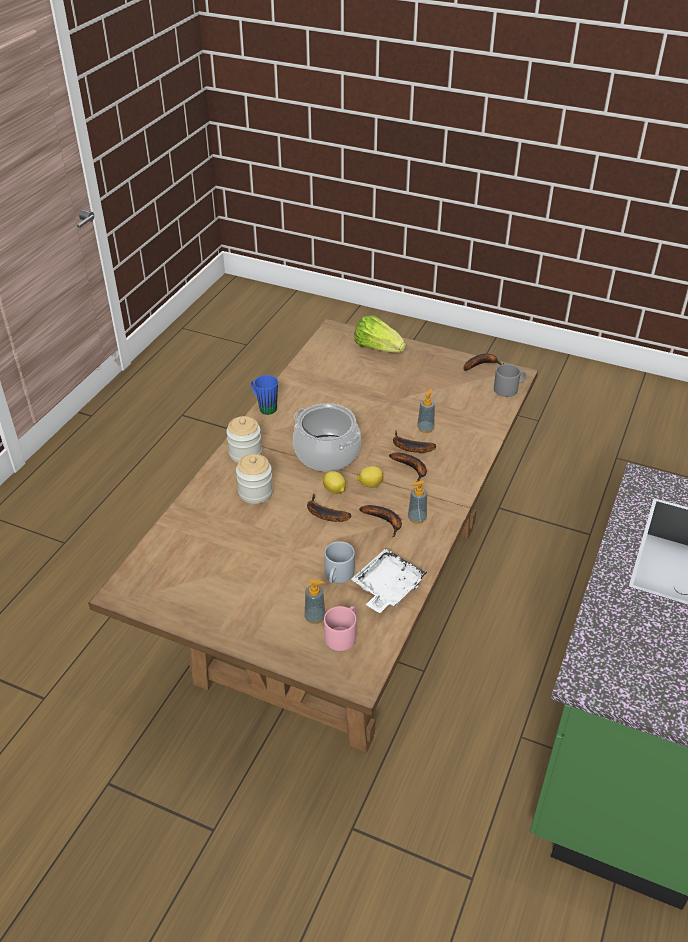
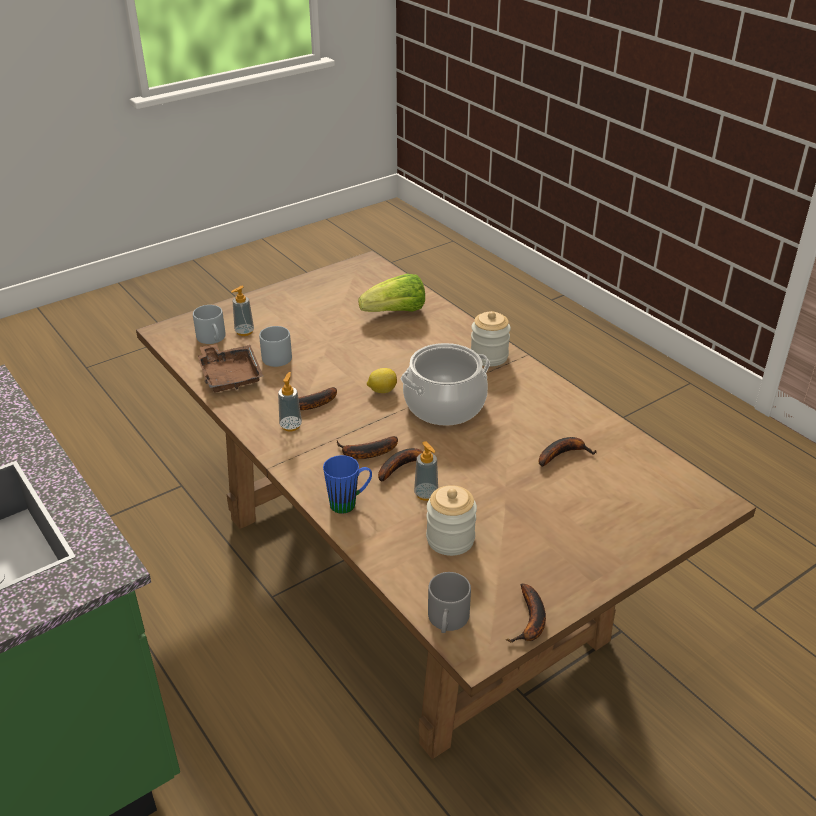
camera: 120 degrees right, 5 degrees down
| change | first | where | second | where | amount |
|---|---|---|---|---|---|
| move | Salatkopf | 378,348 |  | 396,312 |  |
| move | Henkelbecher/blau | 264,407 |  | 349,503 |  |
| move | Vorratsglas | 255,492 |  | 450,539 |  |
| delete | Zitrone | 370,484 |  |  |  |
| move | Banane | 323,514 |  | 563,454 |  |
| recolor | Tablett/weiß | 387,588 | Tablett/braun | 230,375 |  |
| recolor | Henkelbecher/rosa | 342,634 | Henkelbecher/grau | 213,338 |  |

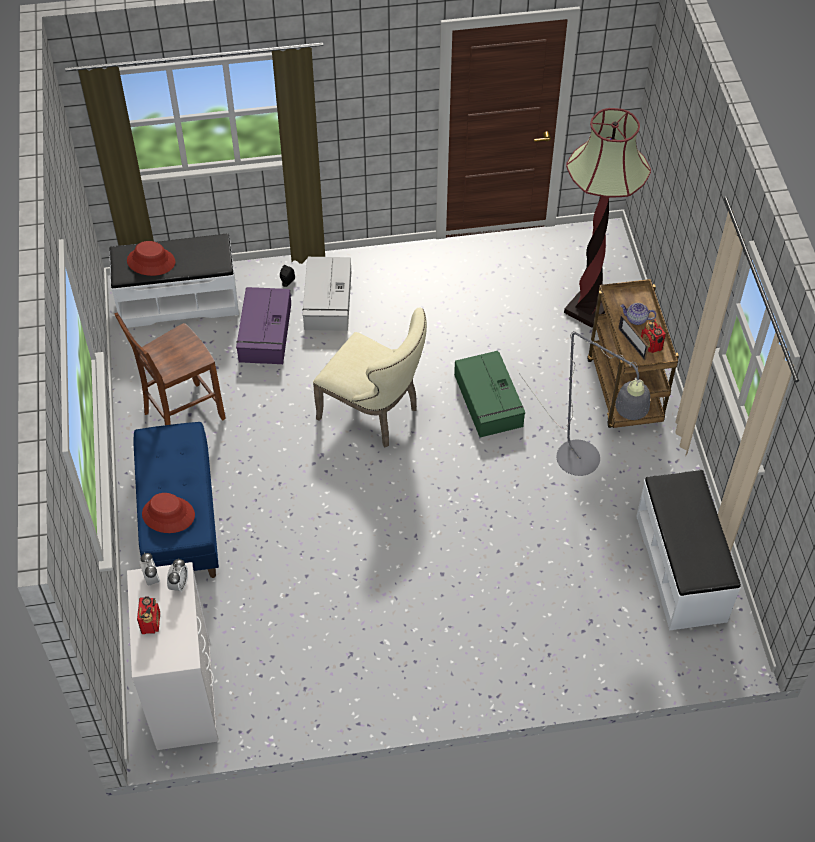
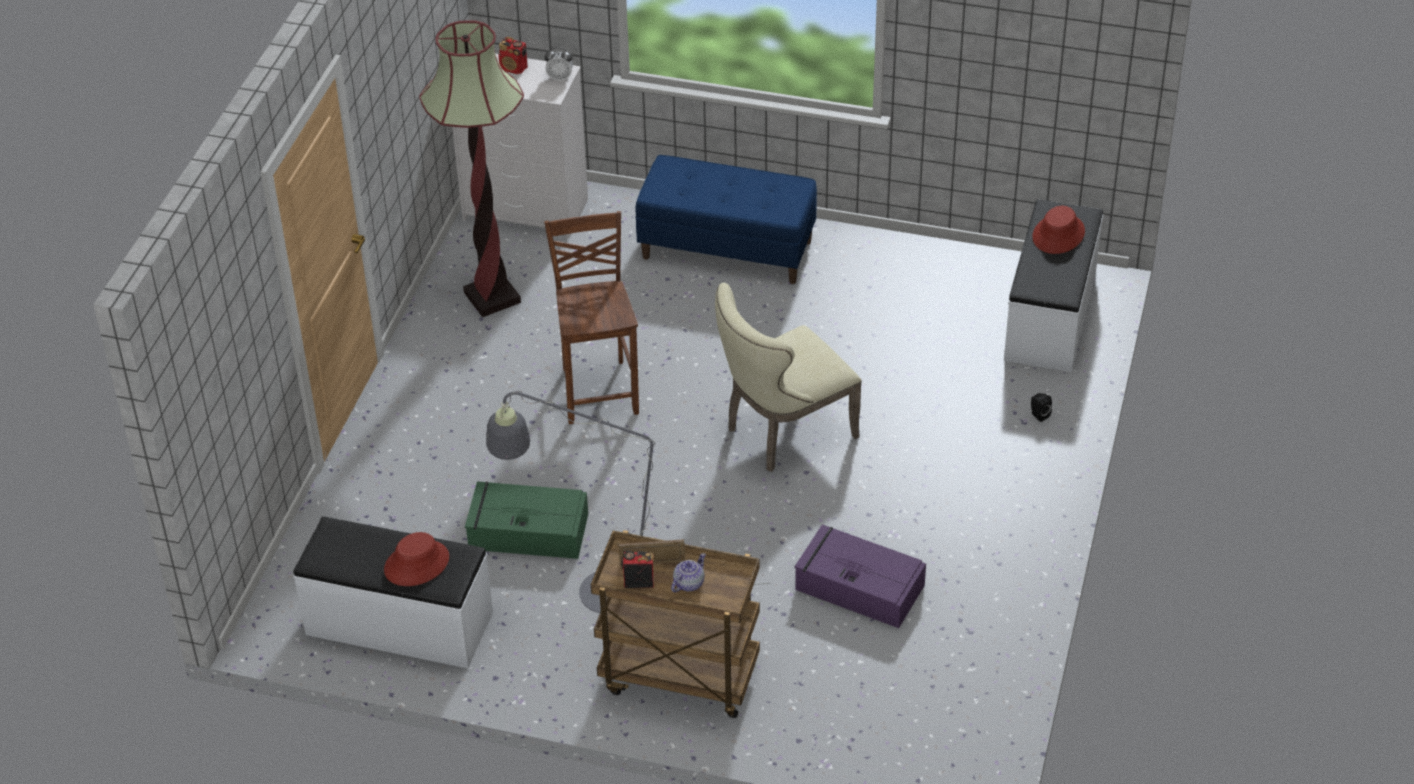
camera: 115 degrees right, 10 degrees down
| change | first | where | second | where | amount |
|---|---|---|---|---|---|
| move | Stehlampe | 586,310 |  | 492,297 |  |
| delete | Aufbewahrungsbox/grau | 328,301 |  |  |  |
| move | Aufbewahrungsbox/lila | 265,333 |  | 858,586 |  |
| move | Stuhl/braun | 181,415 |  | 599,390 |  |
| move | Aufbewahrungsbox/grün | 488,401 |  | 526,531 |  |
| move | Hut/rot | 168,515 |  | 416,564 |  |
| delete | Wecker | 179,584 |  |  |  |

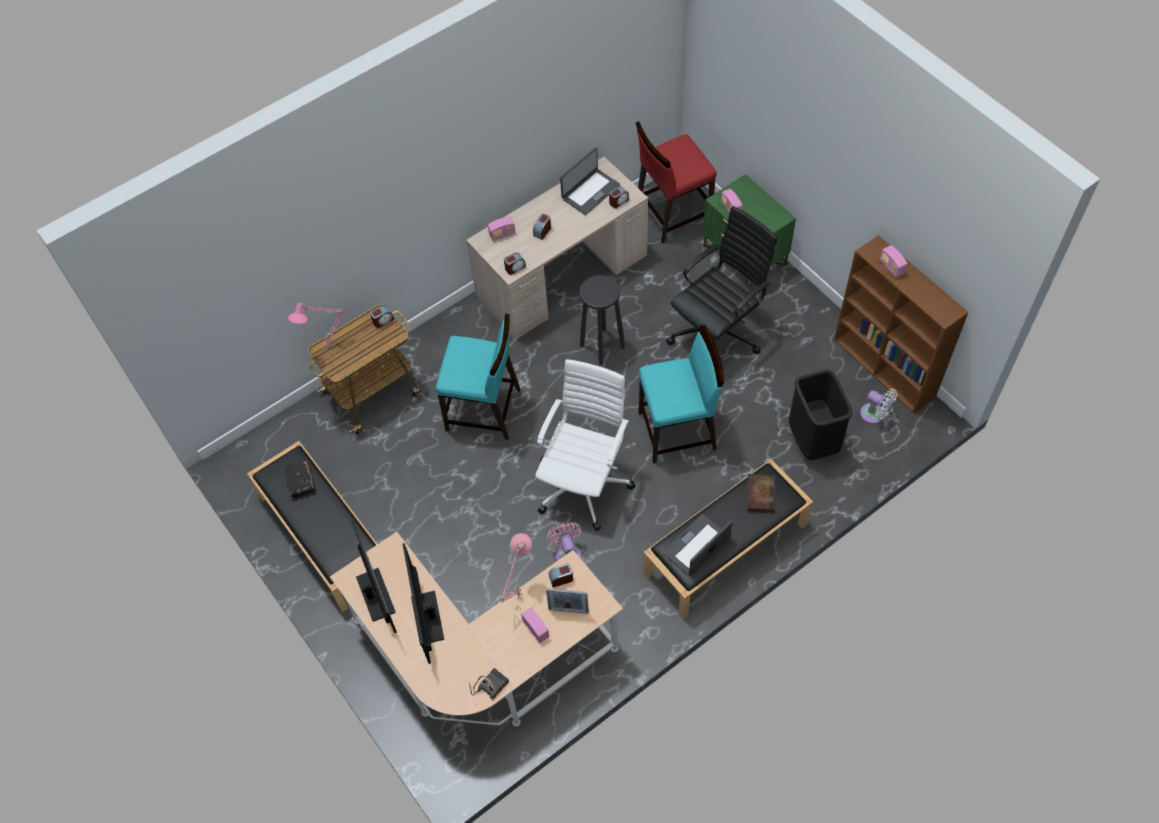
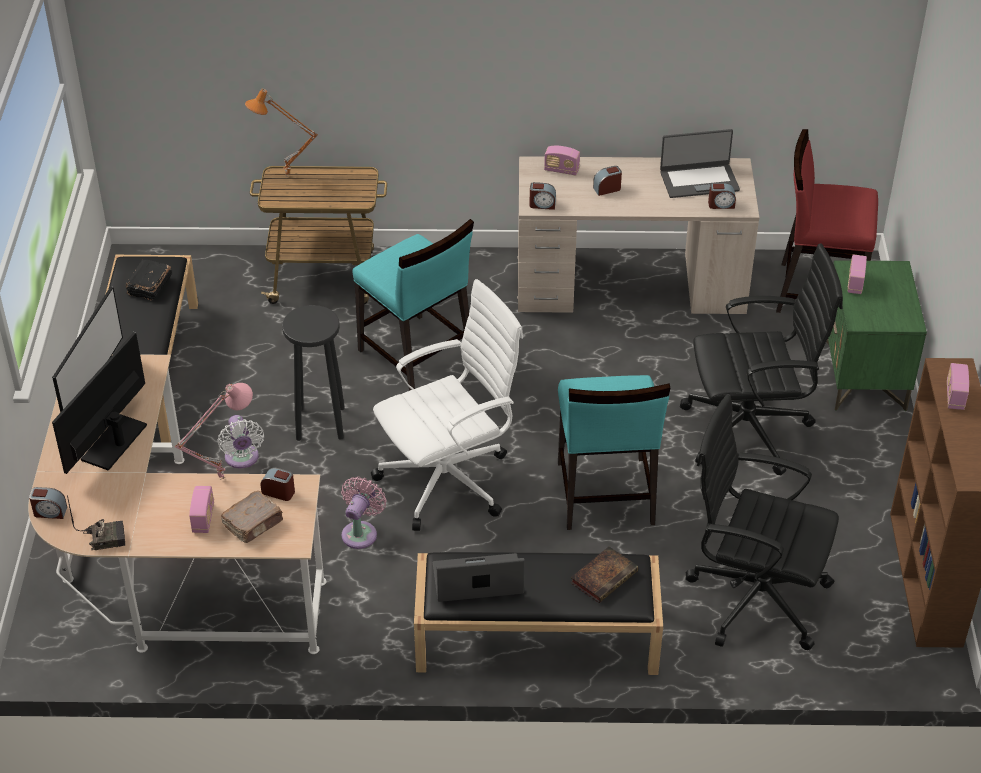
camera: 35 degrees right, 15 degrees down
| change | first | where | second | where | amount |
|---|---|---|---|---|---|
| move | Hocker/schwarz | 601,346 |  | 319,423 |  |
| recolor | Tischlampe/rosa | 329,348 | Tischlampe/orange | 287,177 |  |
| move | Wecker | 383,321 |  | 50,512 |  |
| rotate | Stuhl/türkis | 678,431 |  | 604,494 | 60 degrees clockwise |
| replace | Mülleimer/schwarz | 811,441 | Bürostuhl/schwarz | 753,597 |  |
| move | Ventilator/weiß | 875,415 |  | 242,459 |  |
| replace | Bilderrahmen | 568,610 | Buch/braun | 254,523 |  |

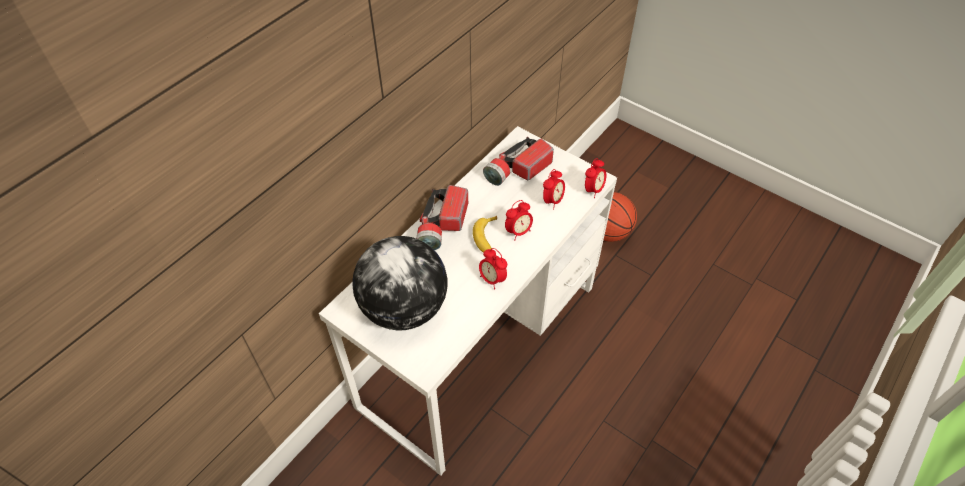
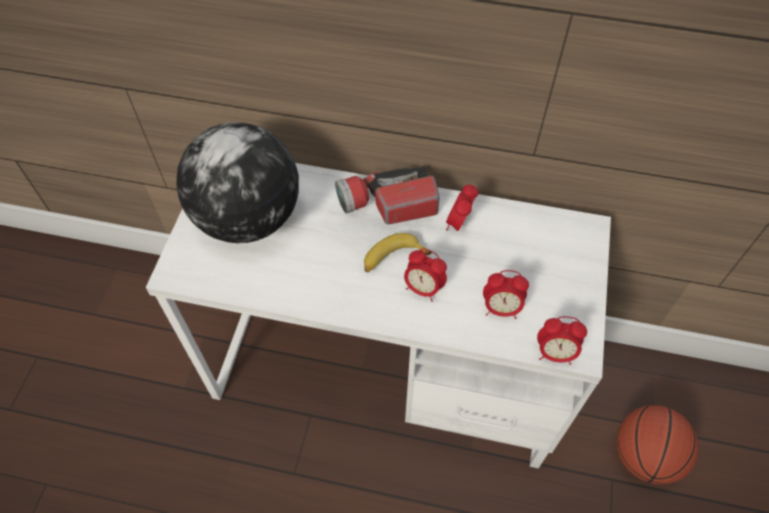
camera: 65 degrees right, 5 degrees up
| change | first | where | second | where | amount |
|---|---|---|---|---|---|
| delete | Taschenlampe | 518,170 |  |  |  |
| move | Wecker | 492,279 |  | 459,223 |  |

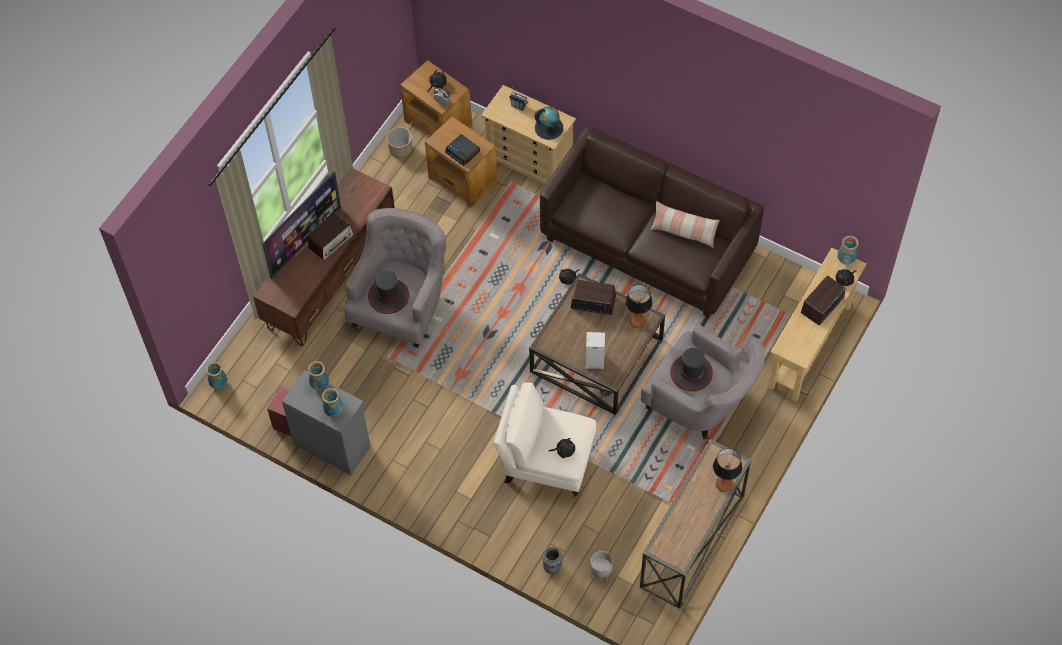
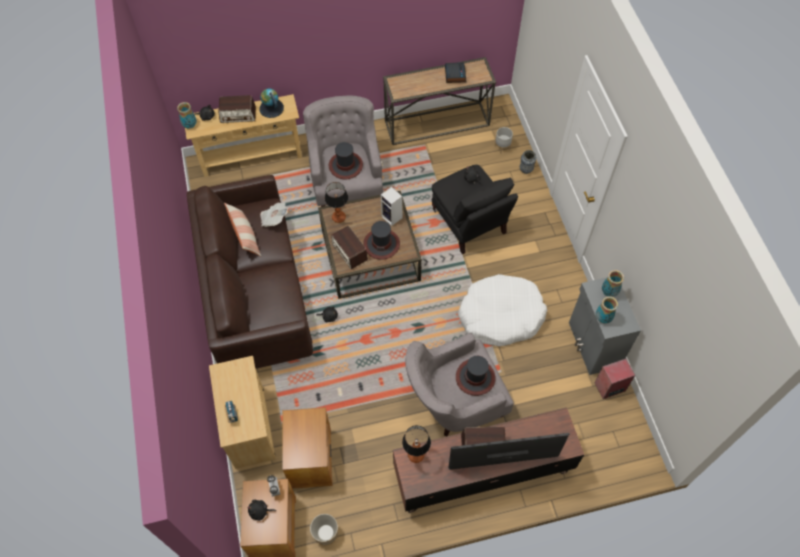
camera: 135 degrees left, 0 degrees up
| change | first | where | second | where | amount |
|---|---|---|---|---|---|
| move | Globus | 549,127 |  | 271,108 |  |
| move | Wecker | 463,152 |  | 455,75 |  |
| delete | Vase | 218,384 |  |  |  |
| recolor | Sessel/beige | 546,462 | Sessel/schwarz | 469,223 |  |
| move | Tischlampe | 723,484 |  | 416,455 |  |
| insert |  |  | Zeitung | 274,219 |  |
| insert |  |  | Hut | 381,244 |  |
| insert |  |  | Hundebett/weiß | 500,316 |  |

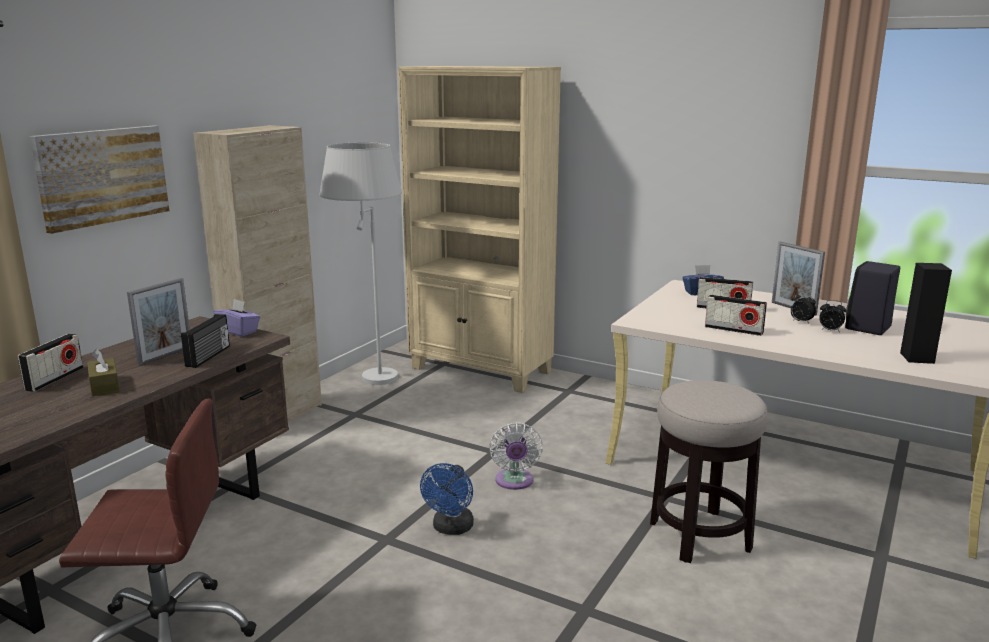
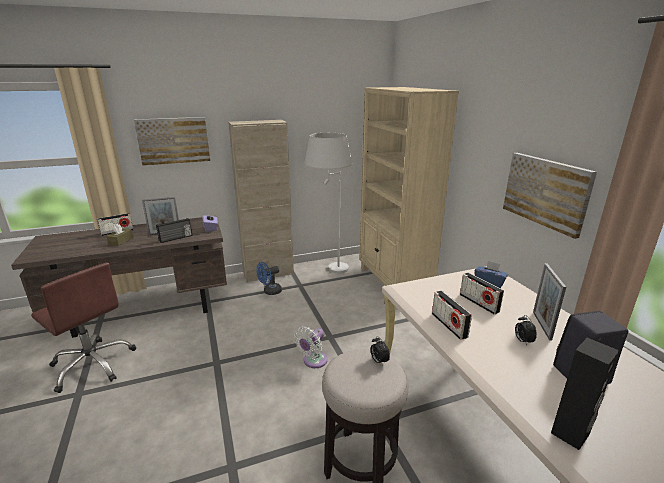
camera: 40 degrees right, 5 degrees up
| change | first | where | second | where | amount |
|---|---|---|---|---|---|
| move | Wecker | 830,331 |  | 378,361 |  |
| move | Ventilator/blau | 451,529 |  | 270,292 |  |
| insert |  |  | Bild | 546,192 |  |

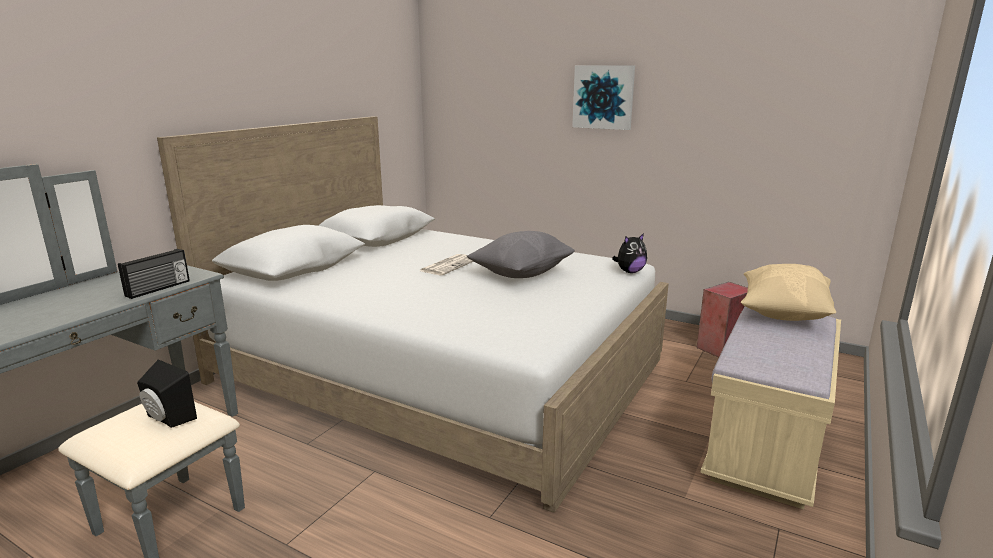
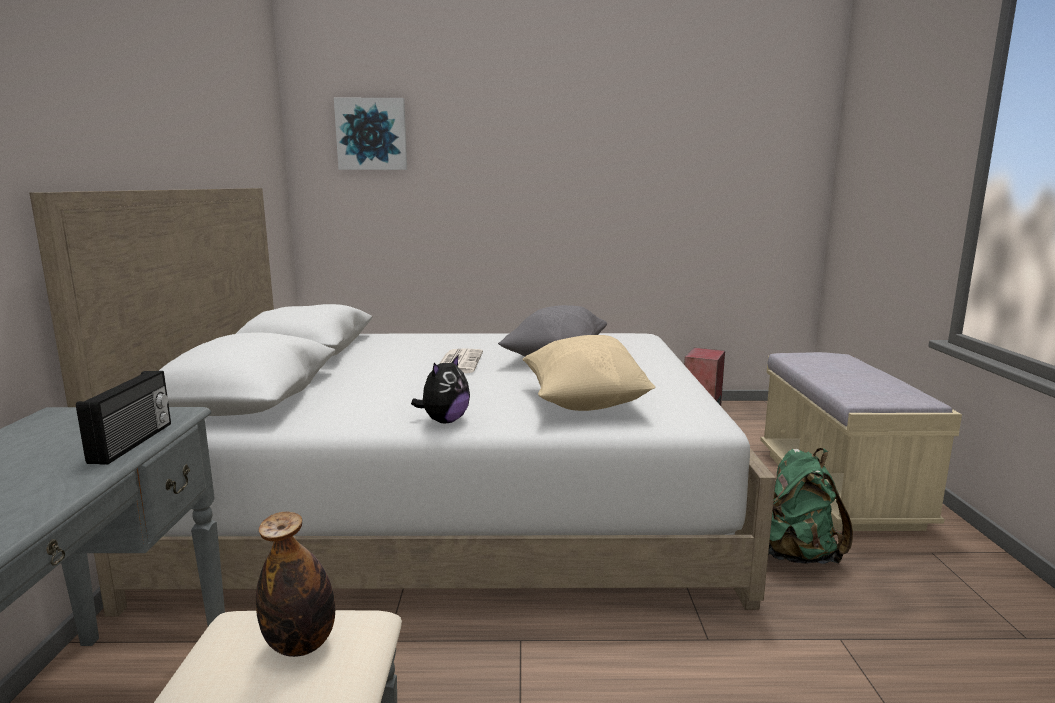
camera: 30 degrees left, 5 degrees down
| change | first | where | second | where | amount |
|---|---|---|---|---|---|
| move | Bild | 603,97 |  | 371,134 |  |
| move | Plüschtier | 629,272 |  | 444,421 |  |
| move | Kissen/beige | 783,313 |  | 584,403 |  |
| replace | Lautsprecher/schwarz | 167,419 | Flasche | 301,644 |  |
| insert |  |  | Rucksack/grün | 794,555 |  |

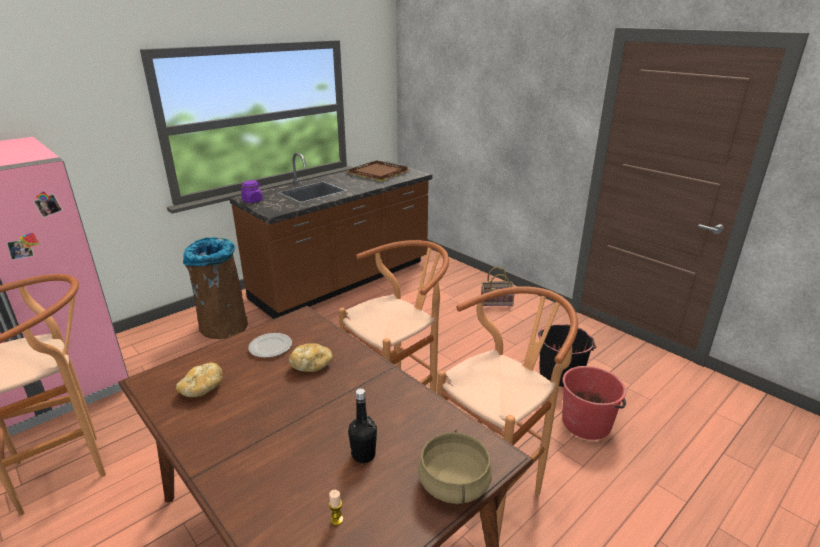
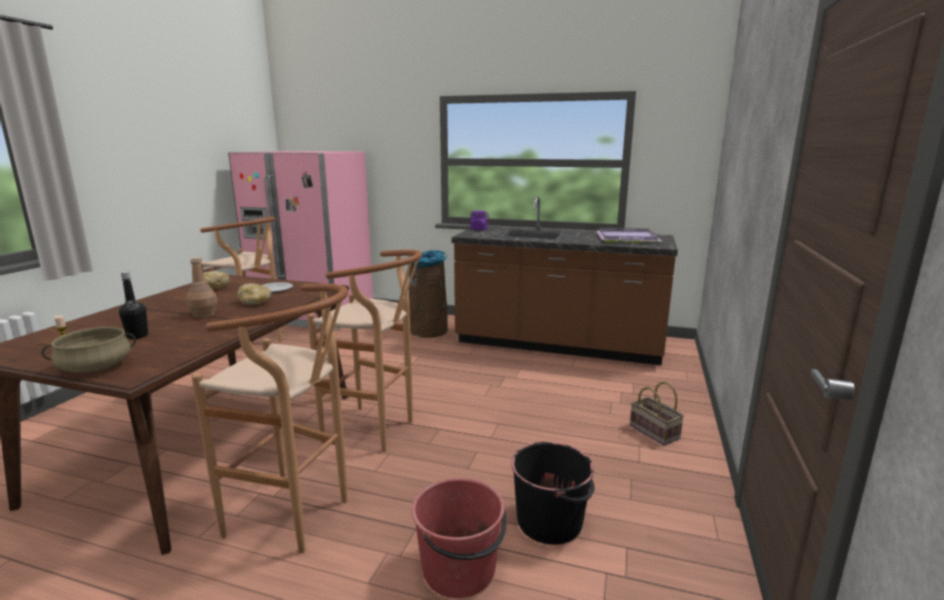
camera: 60 degrees right, 10 degrees down
| change | first | where | second | where | amount |
|---|---|---|---|---|---|
| recolor | Tablett/braun | 378,173 | Tablett/lila | 626,238 |  |
| insert |  |  | Flasche/braun | 204,315 |  |

